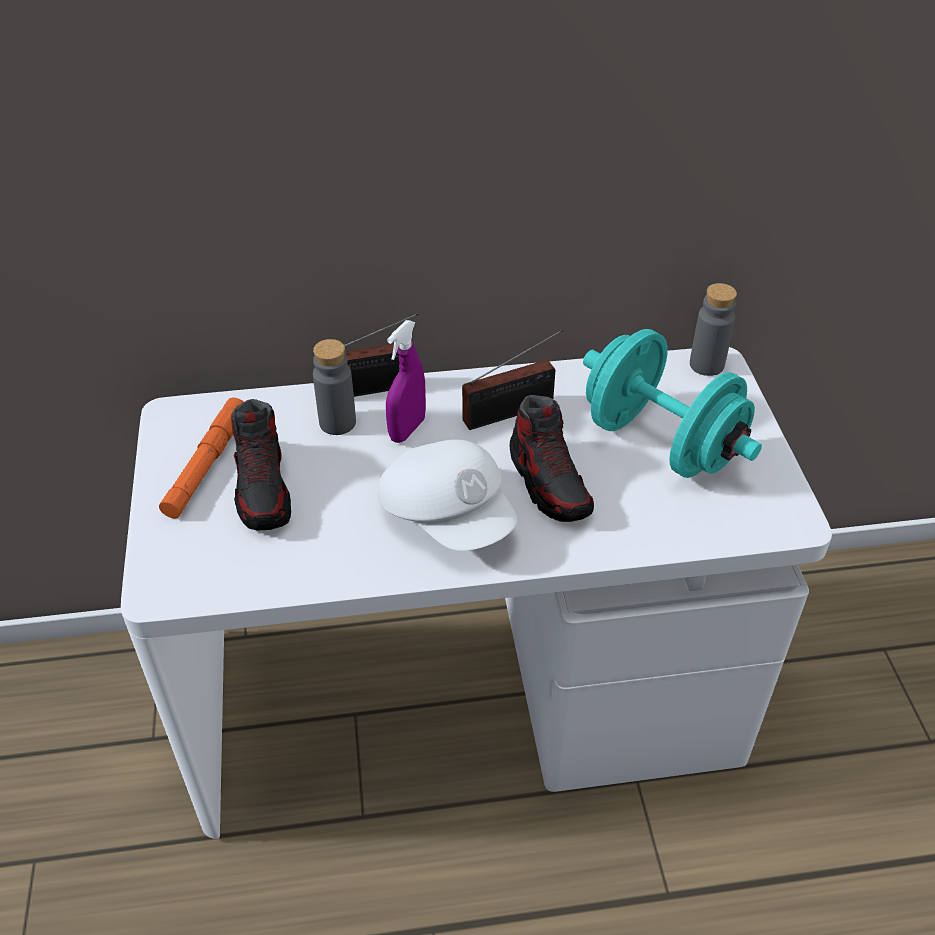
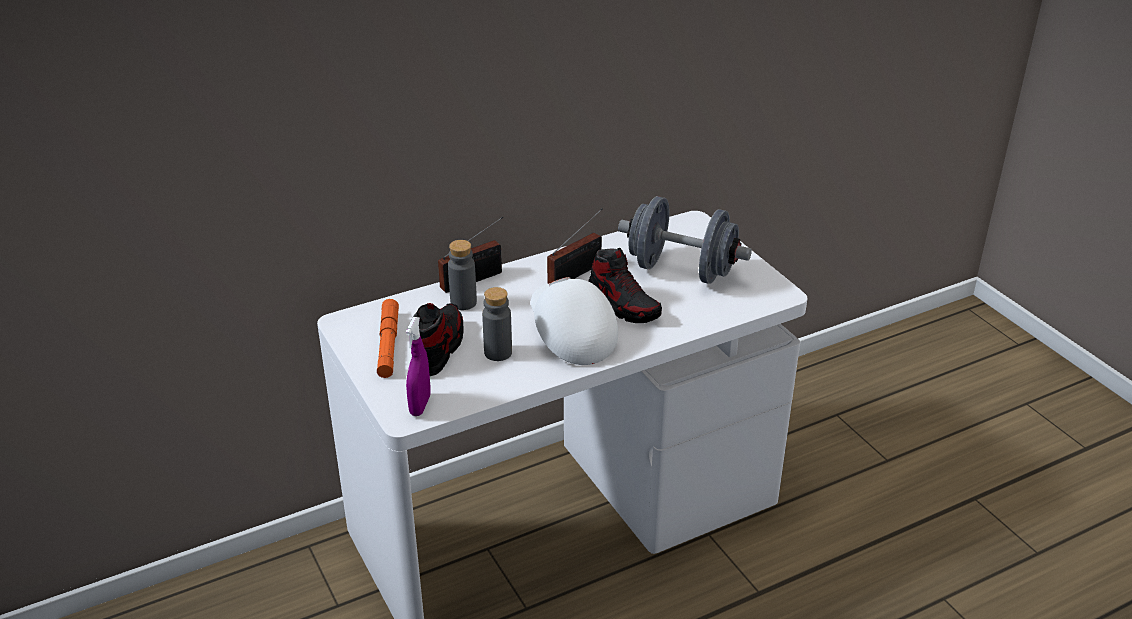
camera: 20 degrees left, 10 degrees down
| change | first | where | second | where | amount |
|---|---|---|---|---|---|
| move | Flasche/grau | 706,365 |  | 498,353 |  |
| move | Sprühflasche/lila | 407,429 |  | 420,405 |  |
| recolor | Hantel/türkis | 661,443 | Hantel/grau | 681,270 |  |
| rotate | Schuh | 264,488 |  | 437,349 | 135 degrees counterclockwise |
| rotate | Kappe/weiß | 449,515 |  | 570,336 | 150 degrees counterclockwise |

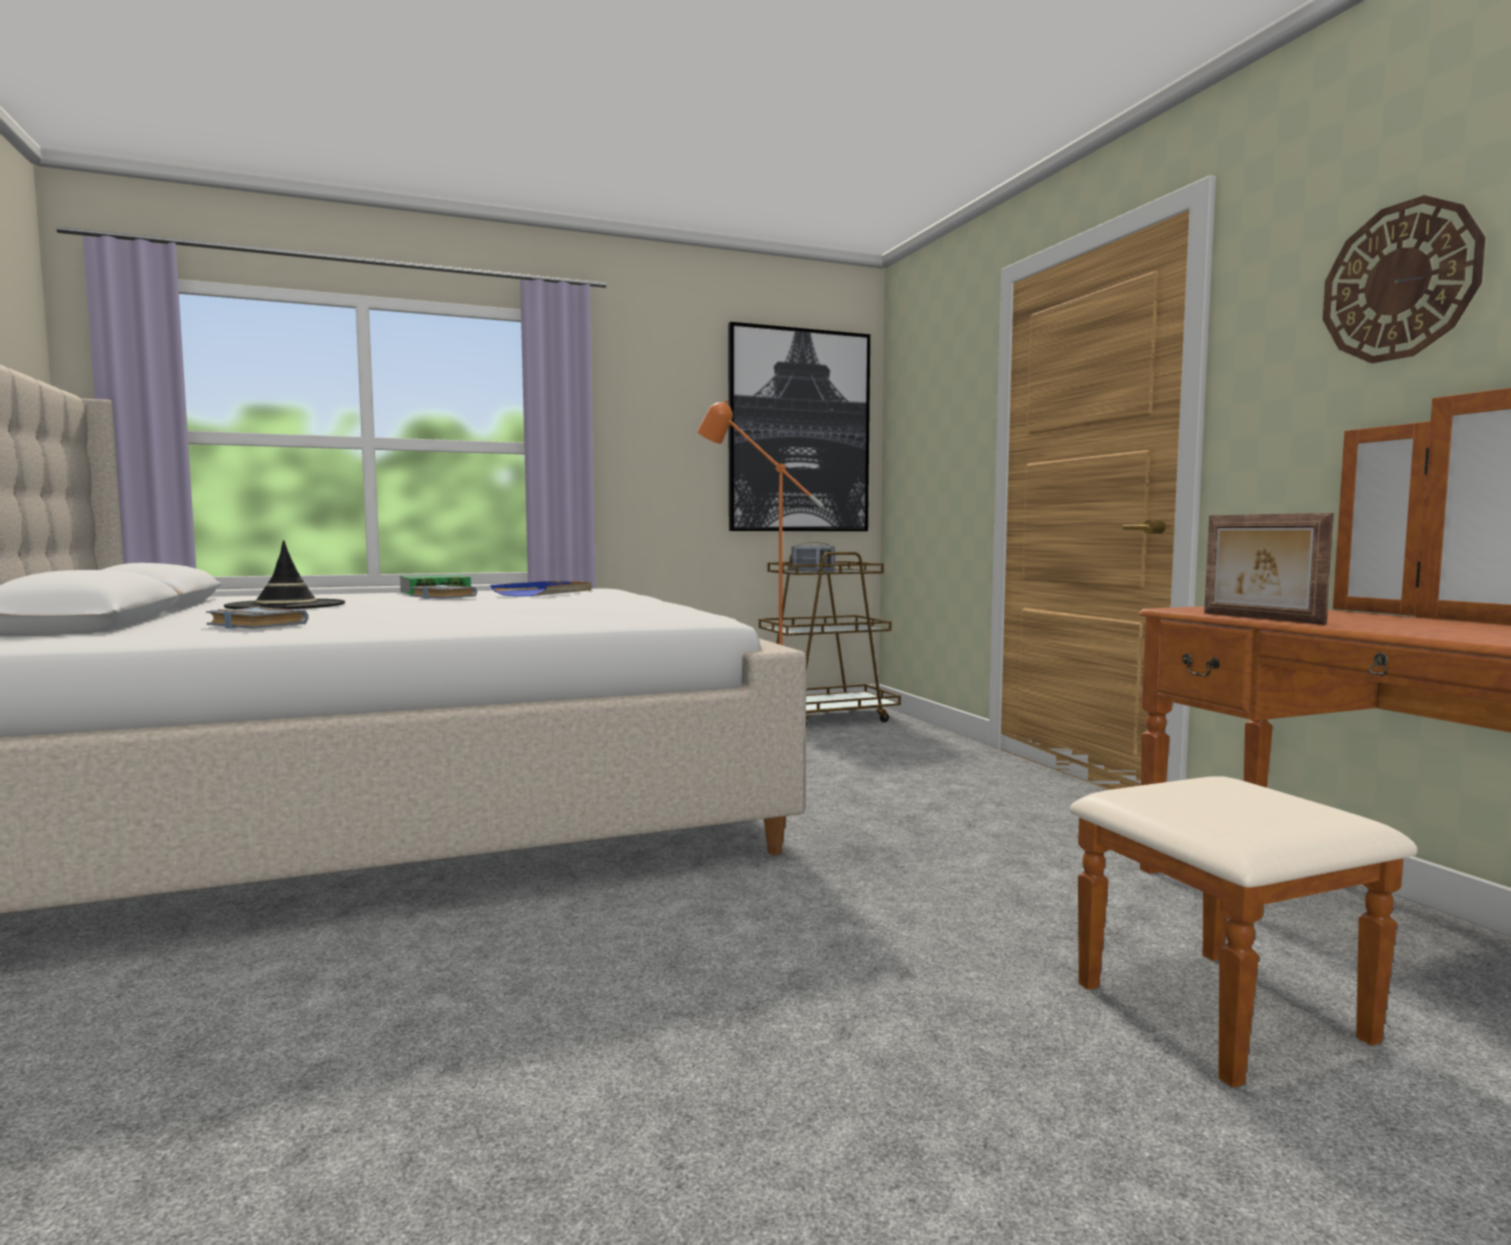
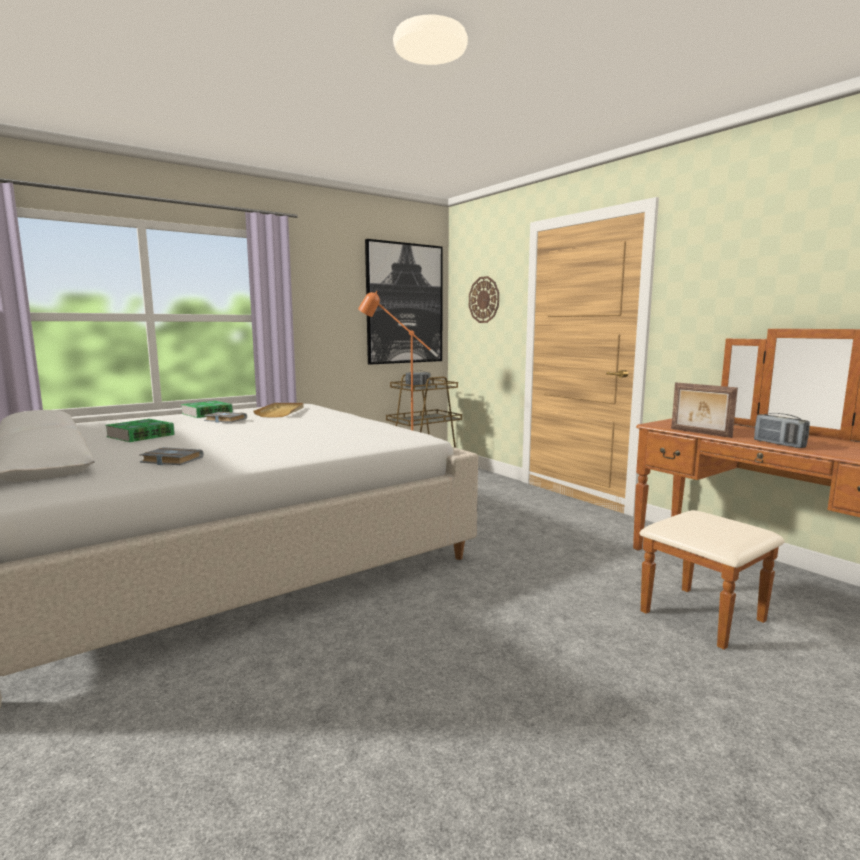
camera: 15 degrees left, 5 degrees up
| change | first | where | second | where | amount |
|---|---|---|---|---|---|
| move | Wanduhr | 1399,282 |  | 484,299 |  |
| replace | Hut/schwarz | 286,606 | Buch | 140,435 |  |
| recolor | Tablett/blau | 545,593 | Tablett/beige | 281,412 |  |
| insert |  |  | Radio | 779,444 |  |

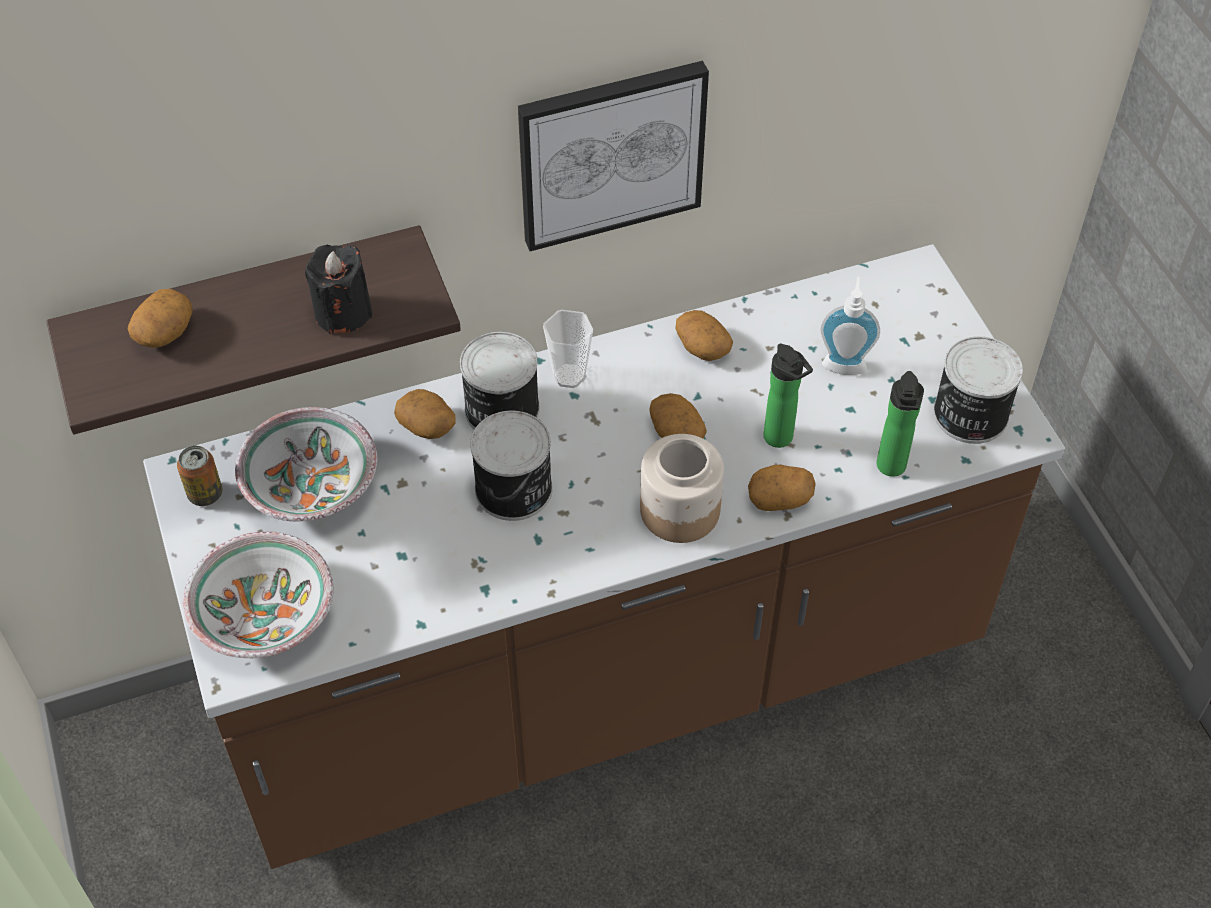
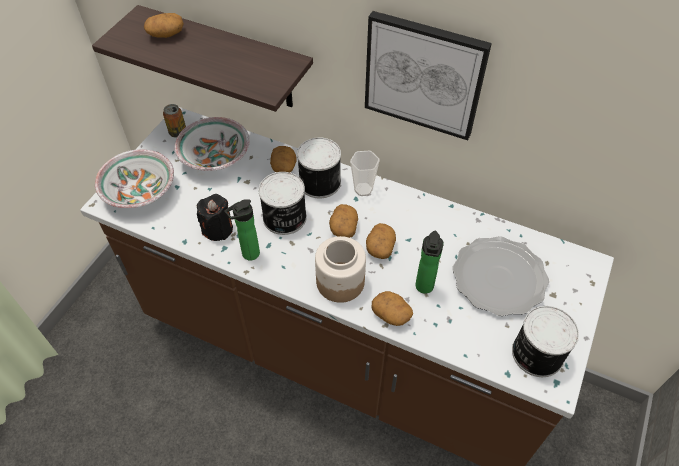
camera: 45 degrees right, 0 degrees up
| change | first | where | second | where | amount |
|---|---|---|---|---|---|
| move | Kerze/schwarz | 343,312 |  | 218,229 |  |
| replace | Seifenspender | 844,362 | Teller | 498,277 |  |
| move | Kartoffel | 702,346 |  | 343,227 |  |
| move | Flasche | 891,469 |  | 248,255 |  |

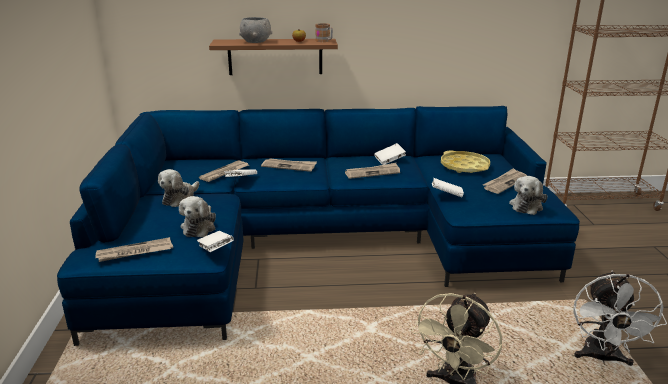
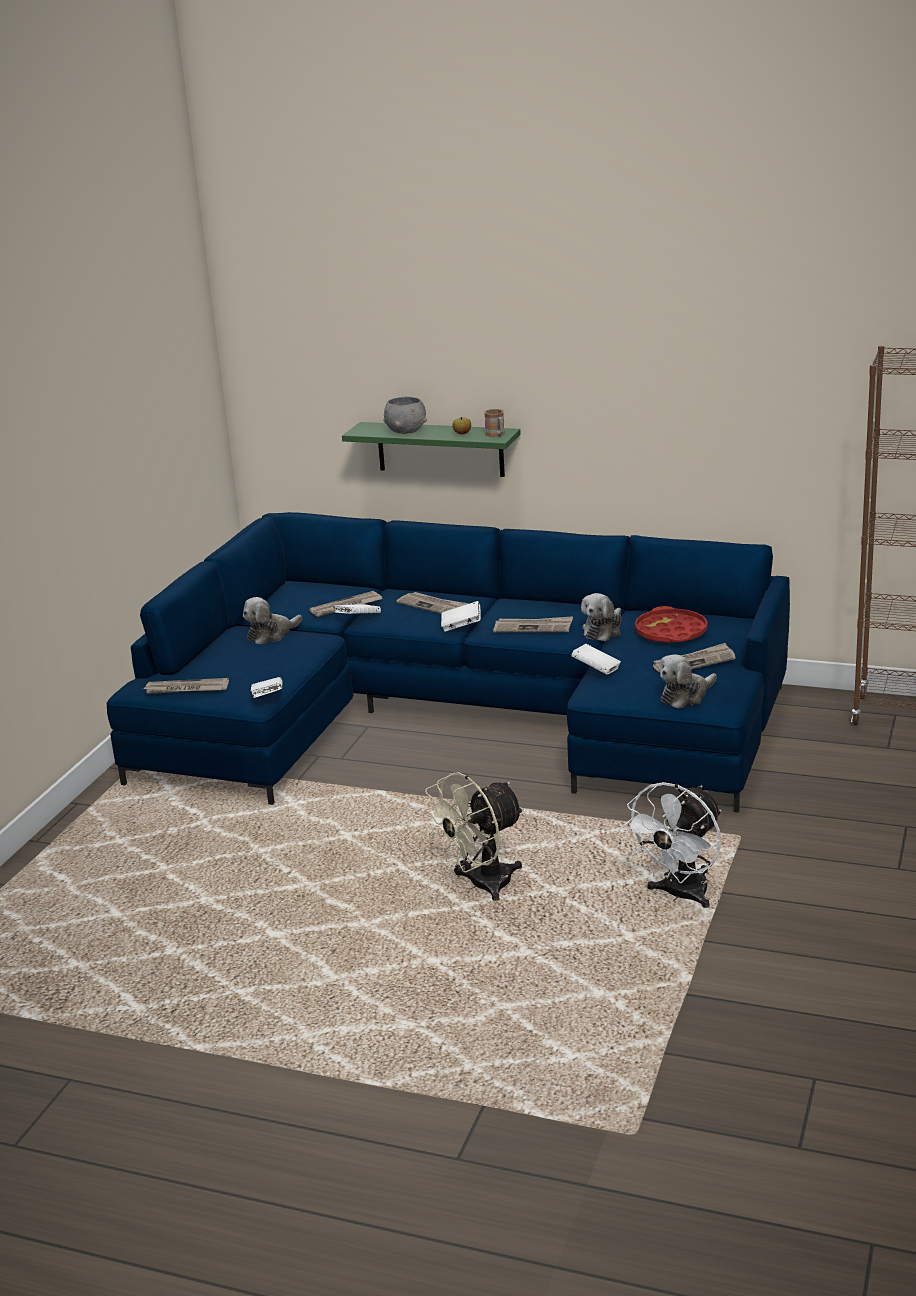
camera: 25 degrees right, 0 degrees up
| change | first | where | second | where | amount |
|---|---|---|---|---|---|
| recolor | Wandregal/braun | 275,56 | Wandregal/grün | 440,449 |  |
| move | Buch/weiß | 389,161 |  | 461,626 |  |
| recolor | Tablett/gelb | 464,166 | Tablett/rot | 671,633 |  |
| move | Plüschtier | 199,227 |  | 603,630 |  |

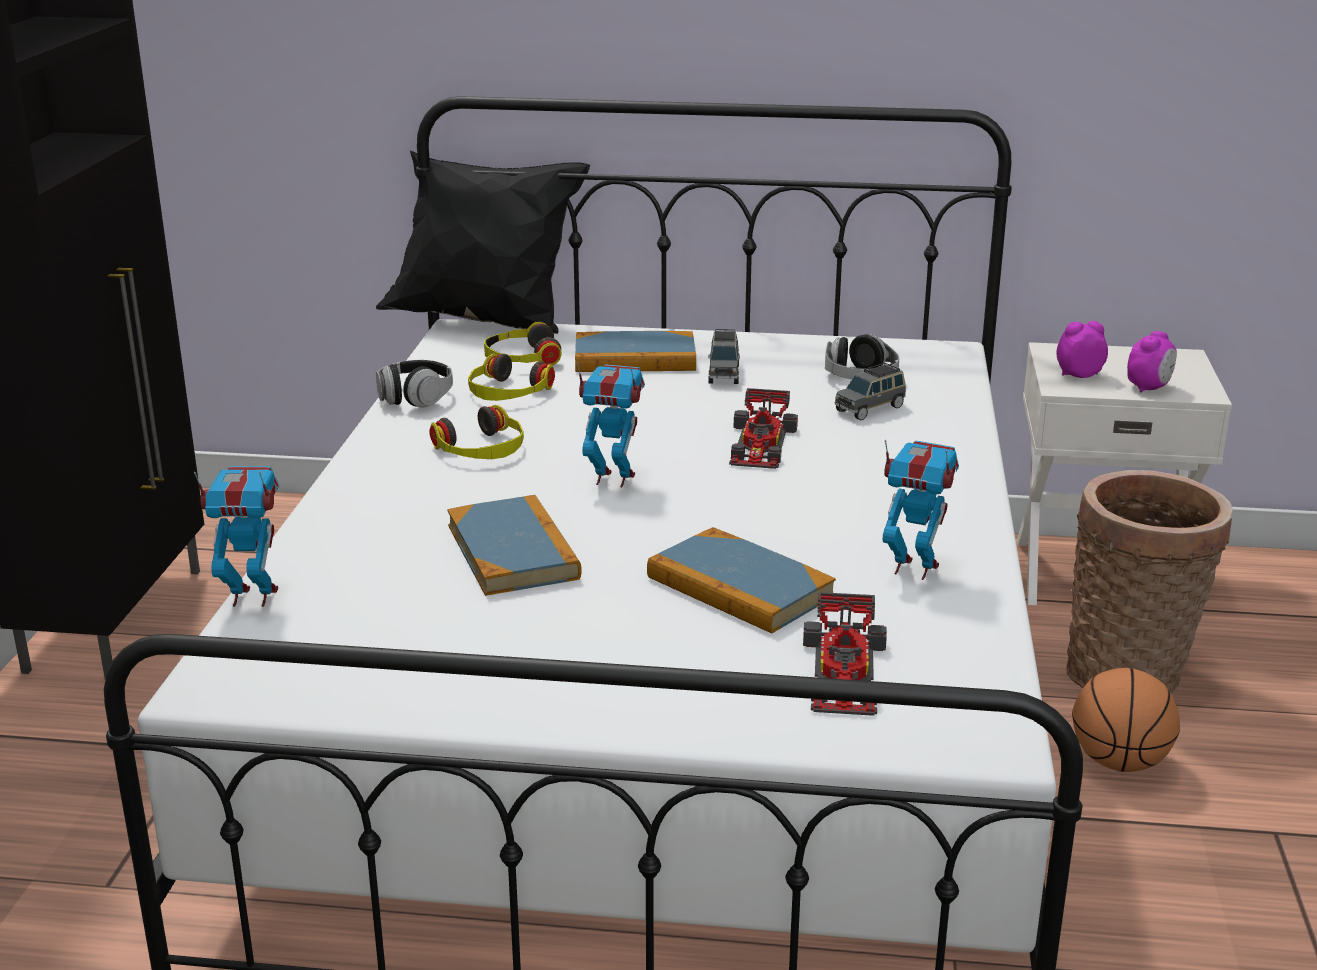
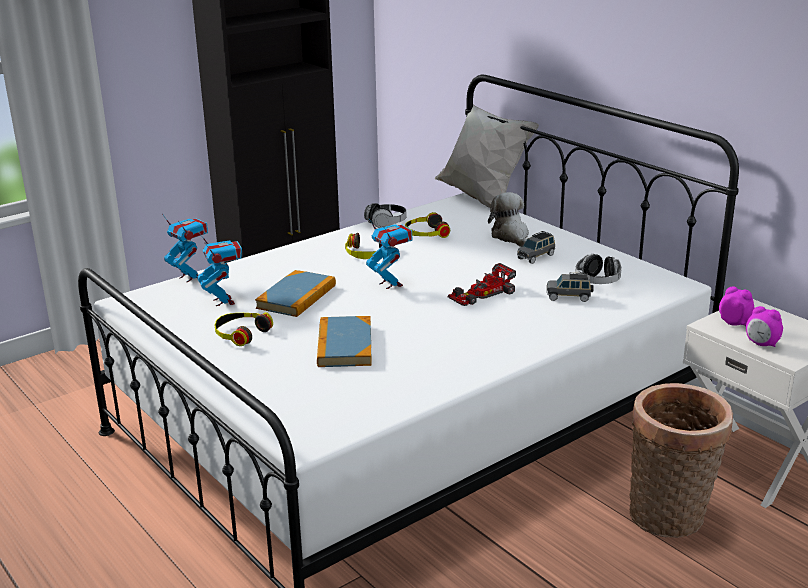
camera: 45 degrees right, 0 degrees up
| change | first | where | second | where | amount |
|---|---|---|---|---|---|
| recolor | Kissen/schwarz | 485,321 | Kissen/weiß | 482,199 |  |
| move | Kopfhörer | 521,358 |  | 241,333 |  |
| replace | Buch | 635,358 | Plüschtier | 511,236 |  |
| rotate | Wecker | 1149,388 |  | 761,344 | 45 degrees clockwise |
| move | Spielzeugroboter | 914,568 |  | 224,301 |  |
| delete | Spielzeugauto | 844,672 |  |  |  |
| delete | Basketball | 1119,762 |  |  |  |

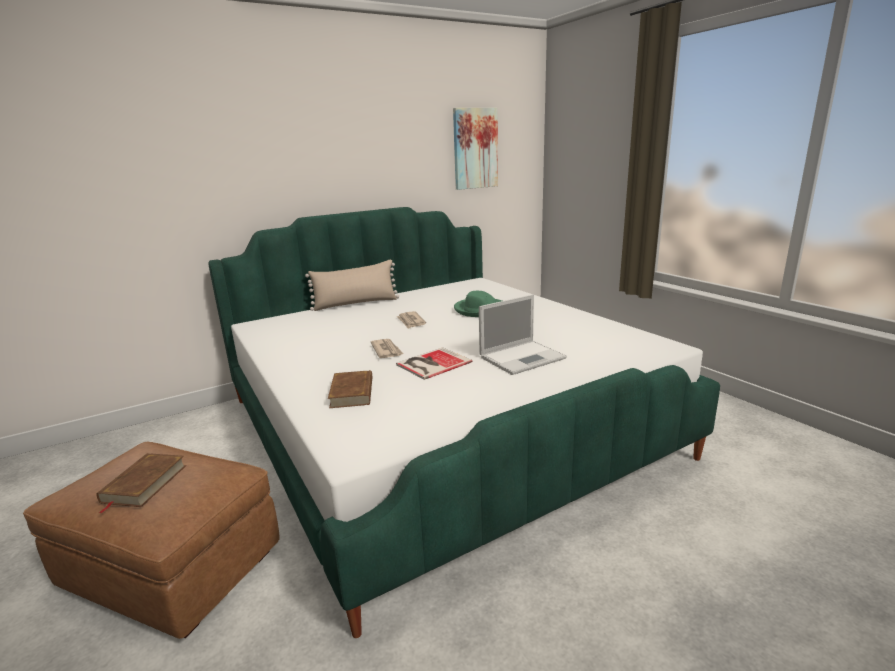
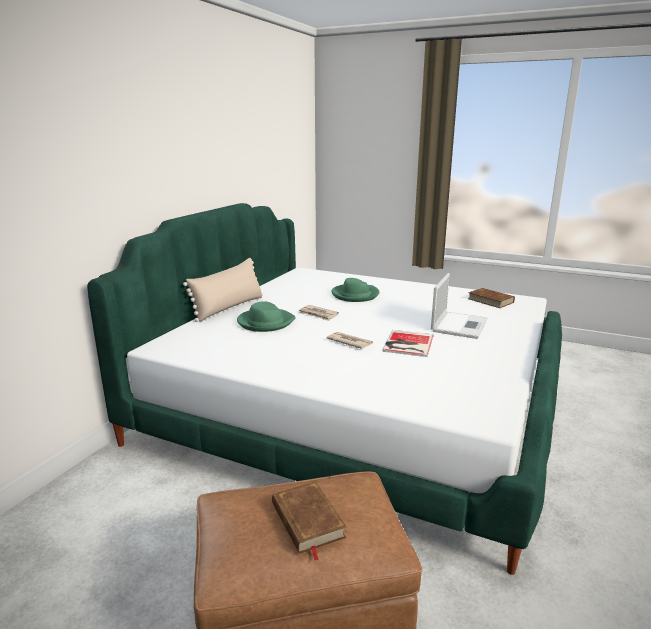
camera: 35 degrees left, 0 degrees up
| change | first | where | second | where | amount |
|---|---|---|---|---|---|
| delete | Bild | 475,148 |  |  |  |
| move | Buch/braun | 352,393 |  | 490,300 |  |
| insert |  |  | Hut/grün | 265,322 |  |

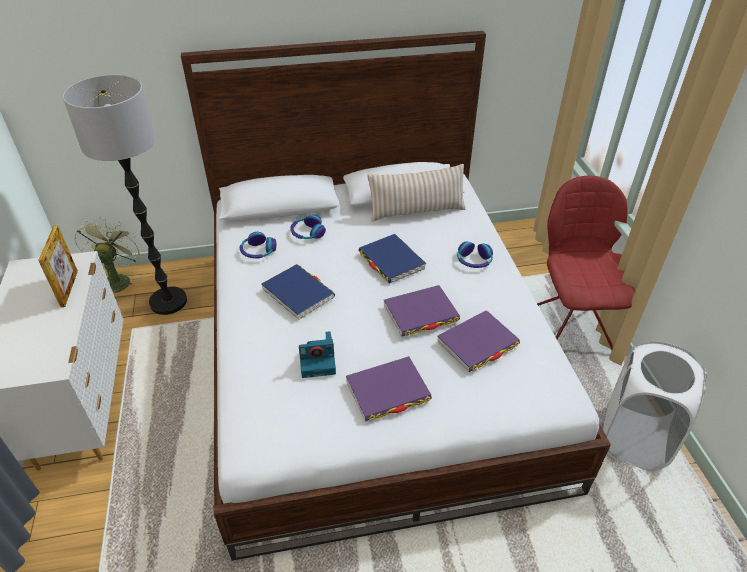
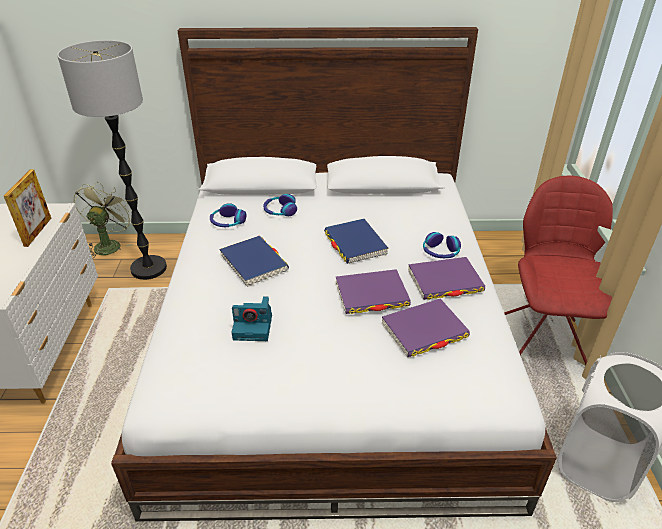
camera: 10 degrees right, 5 degrees down
| change | first | where | second | where | amount |
|---|---|---|---|---|---|
| delete | Kissen/beige | 416,211 |  |  |  |
| move | Buch/lila | 388,391 |  | 445,281 |  |

